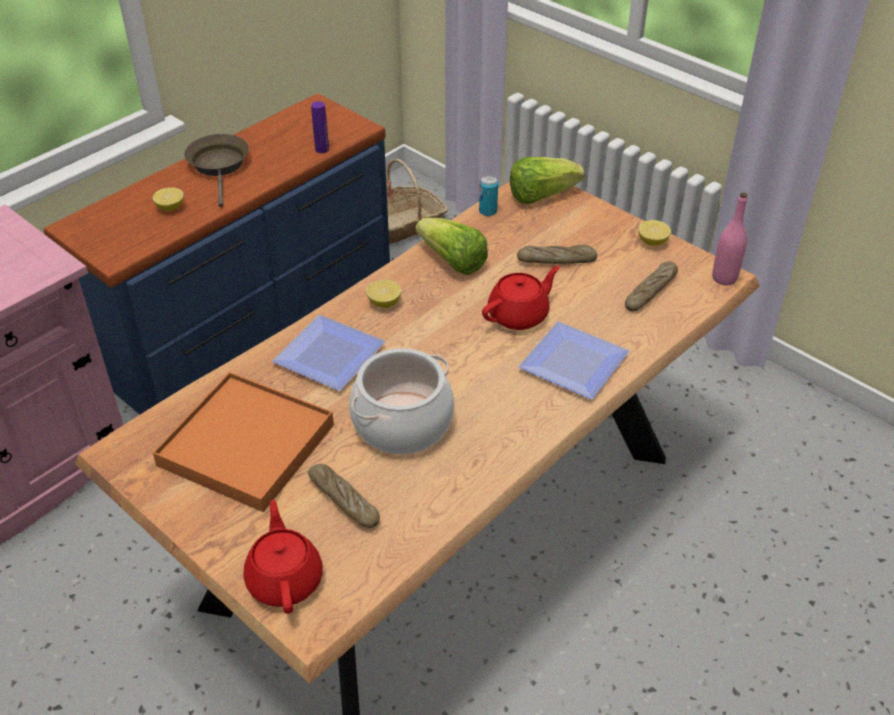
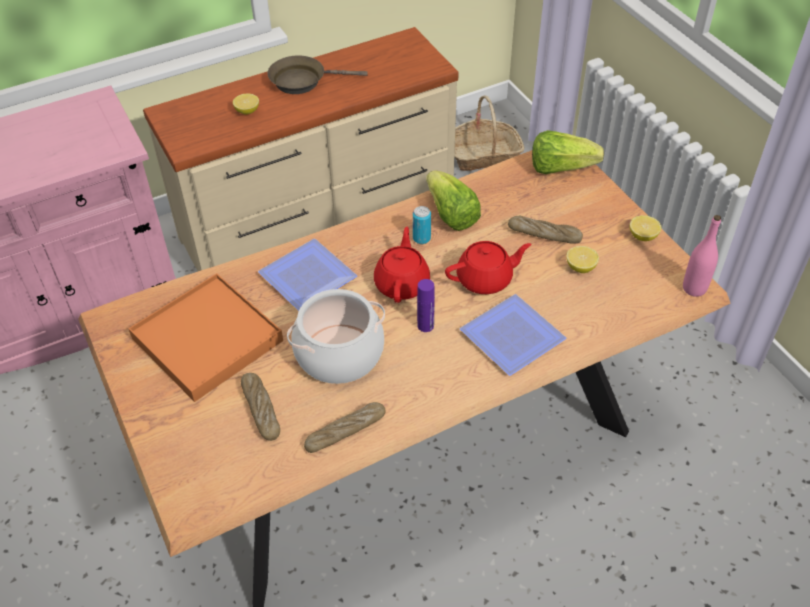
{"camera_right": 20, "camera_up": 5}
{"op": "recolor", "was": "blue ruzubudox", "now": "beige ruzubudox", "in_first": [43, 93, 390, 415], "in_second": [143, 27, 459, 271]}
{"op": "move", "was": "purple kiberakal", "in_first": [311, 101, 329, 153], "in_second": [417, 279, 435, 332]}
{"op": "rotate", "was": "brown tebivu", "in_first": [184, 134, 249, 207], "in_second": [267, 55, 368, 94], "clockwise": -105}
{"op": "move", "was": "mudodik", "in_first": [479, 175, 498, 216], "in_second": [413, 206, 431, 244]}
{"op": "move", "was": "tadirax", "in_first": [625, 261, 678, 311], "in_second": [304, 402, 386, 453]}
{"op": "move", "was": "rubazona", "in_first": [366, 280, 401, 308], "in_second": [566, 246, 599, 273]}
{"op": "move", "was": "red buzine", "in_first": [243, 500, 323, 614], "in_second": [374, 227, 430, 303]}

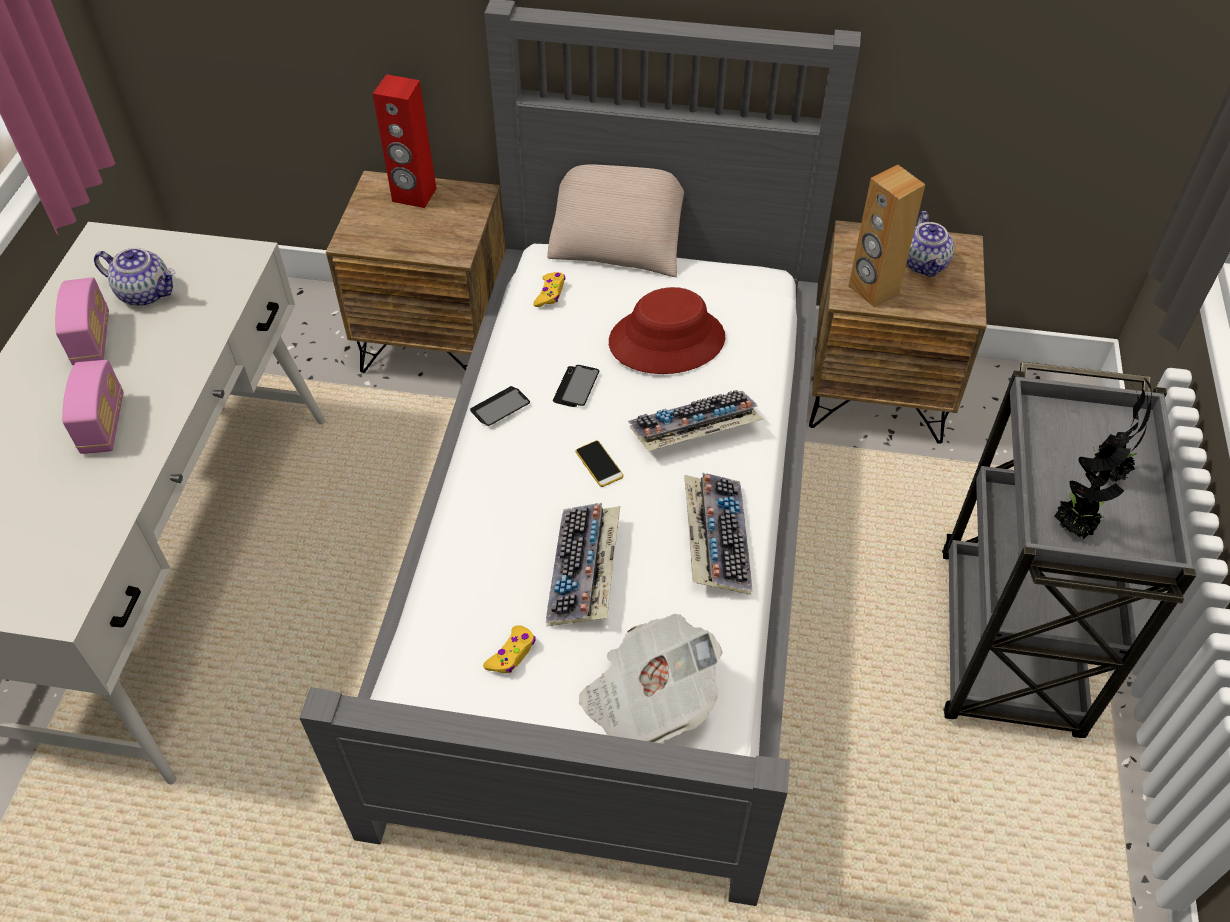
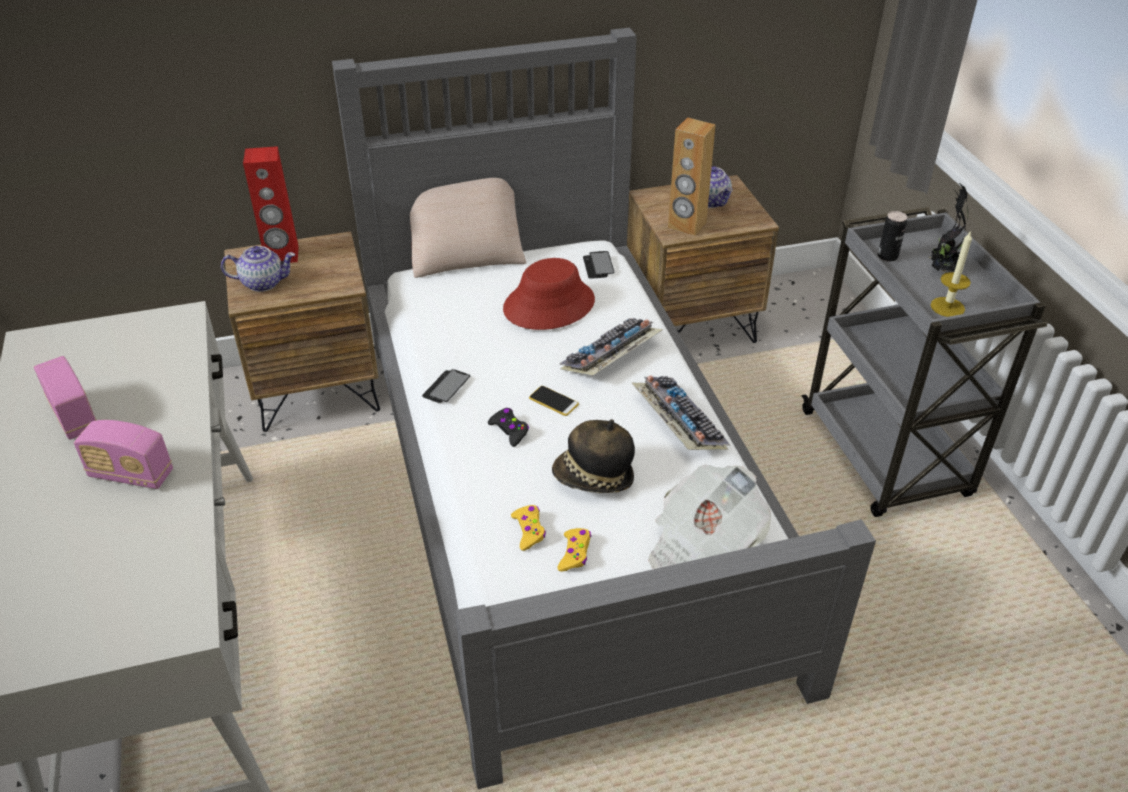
{"camera_right": -25, "camera_up": -10}
{"op": "move", "was": "buzine", "in_first": [94, 248, 175, 306], "in_second": [221, 246, 295, 292]}
{"op": "move", "was": "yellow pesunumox", "in_first": [533, 272, 565, 307], "in_second": [511, 505, 546, 551]}
{"op": "rotate", "was": "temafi", "in_first": [62, 360, 123, 454], "in_second": [74, 420, 173, 489], "clockwise": 135}
{"op": "move", "was": "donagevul", "in_first": [553, 365, 599, 407], "in_second": [583, 251, 615, 279]}
{"op": "replace", "was": "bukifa", "now": "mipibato", "in_first": [1054, 440, 1131, 539], "in_second": [931, 230, 972, 317]}
{"op": "replace", "was": "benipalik", "now": "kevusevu", "in_first": [546, 503, 620, 626], "in_second": [552, 419, 635, 493]}
{"op": "insert", "now": "mudodik", "in_second": [878, 211, 907, 262]}
{"op": "insert", "now": "black pesunumox", "in_second": [488, 408, 529, 447]}

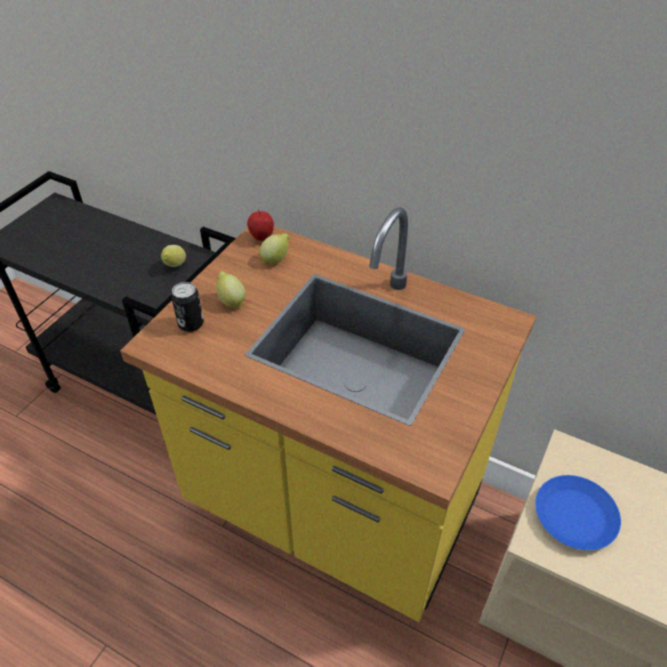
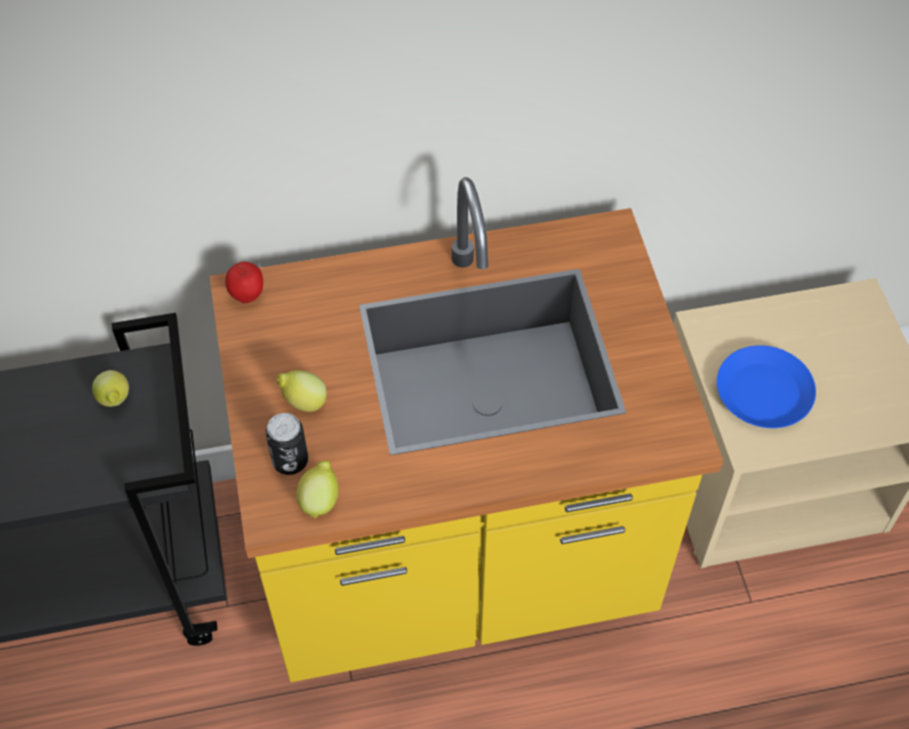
{"camera_right": -40, "camera_up": 10}
{"op": "move", "was": "rubazona", "in_first": [259, 233, 290, 264], "in_second": [296, 461, 338, 519]}

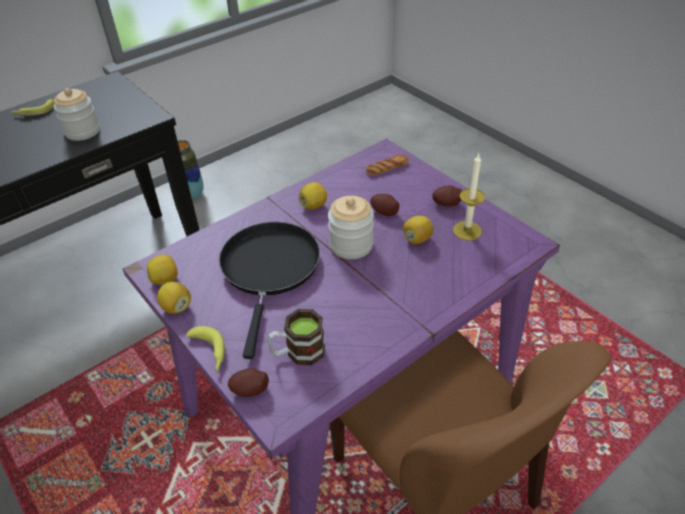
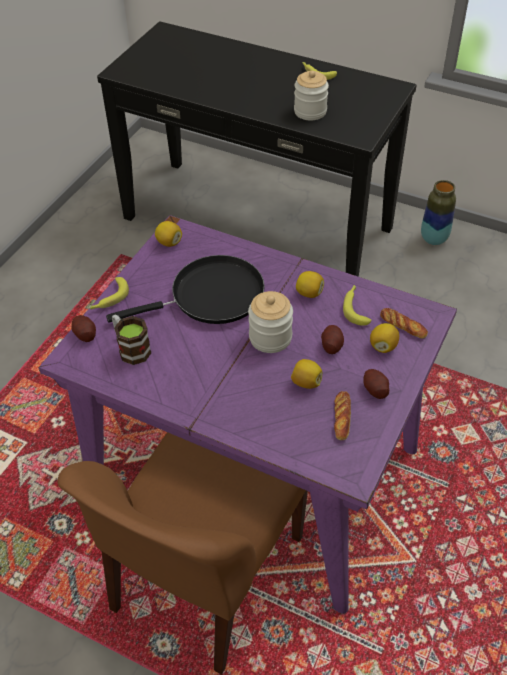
{"camera_right": 65, "camera_up": 5}
{"op": "replace", "was": "mipibato", "now": "tadirax", "in_first": [453, 154, 485, 240], "in_second": [334, 391, 351, 440]}
{"op": "move", "was": "rubazona", "in_first": [157, 281, 191, 314], "in_second": [370, 323, 399, 353]}
{"op": "insert", "now": "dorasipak", "in_second": [343, 285, 372, 326]}

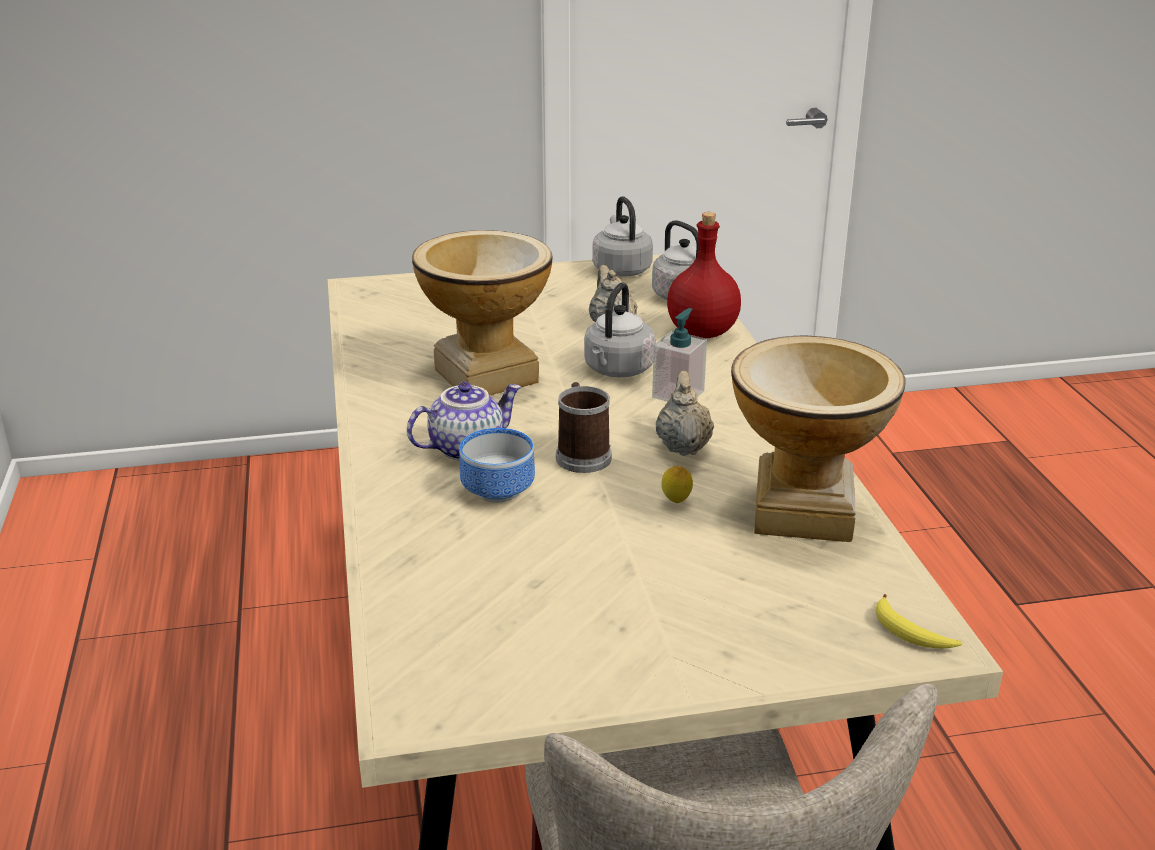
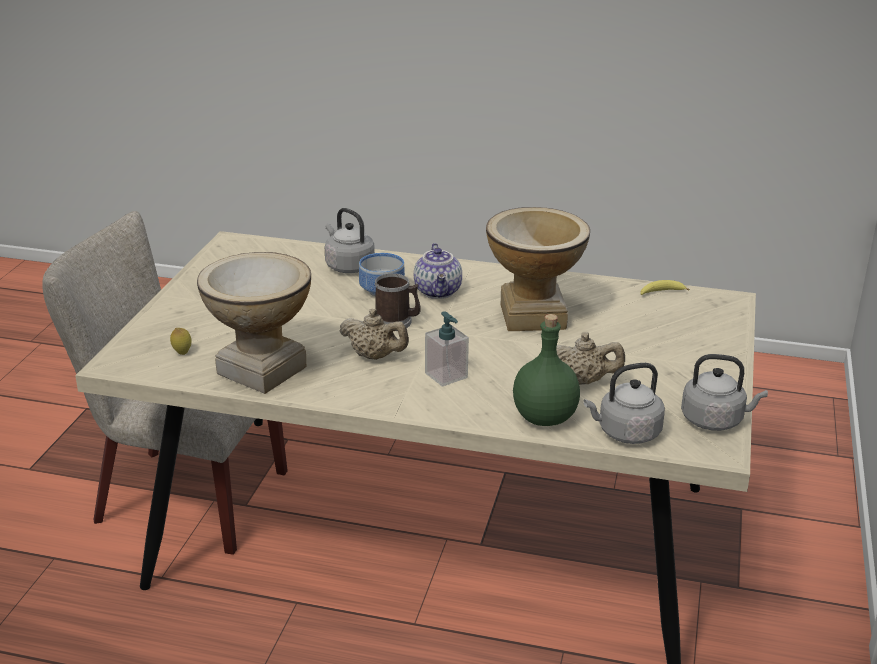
{"camera_right": 115, "camera_up": 0}
{"op": "recolor", "was": "red kiberakal", "now": "green kiberakal", "in_first": [667, 212, 741, 339], "in_second": [513, 314, 580, 426]}
{"op": "move", "was": "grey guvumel", "in_first": [584, 282, 656, 377], "in_second": [325, 208, 375, 273]}
{"op": "move", "was": "rubazona", "in_first": [661, 466, 693, 503], "in_second": [170, 328, 192, 355]}
{"op": "move", "was": "dorasipak", "in_first": [876, 594, 962, 648], "in_second": [640, 280, 689, 295]}

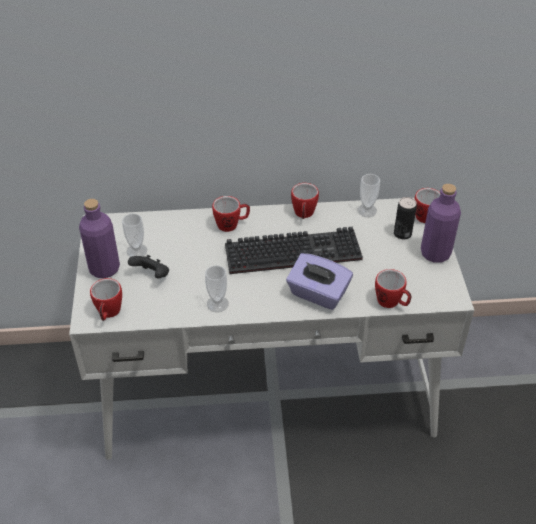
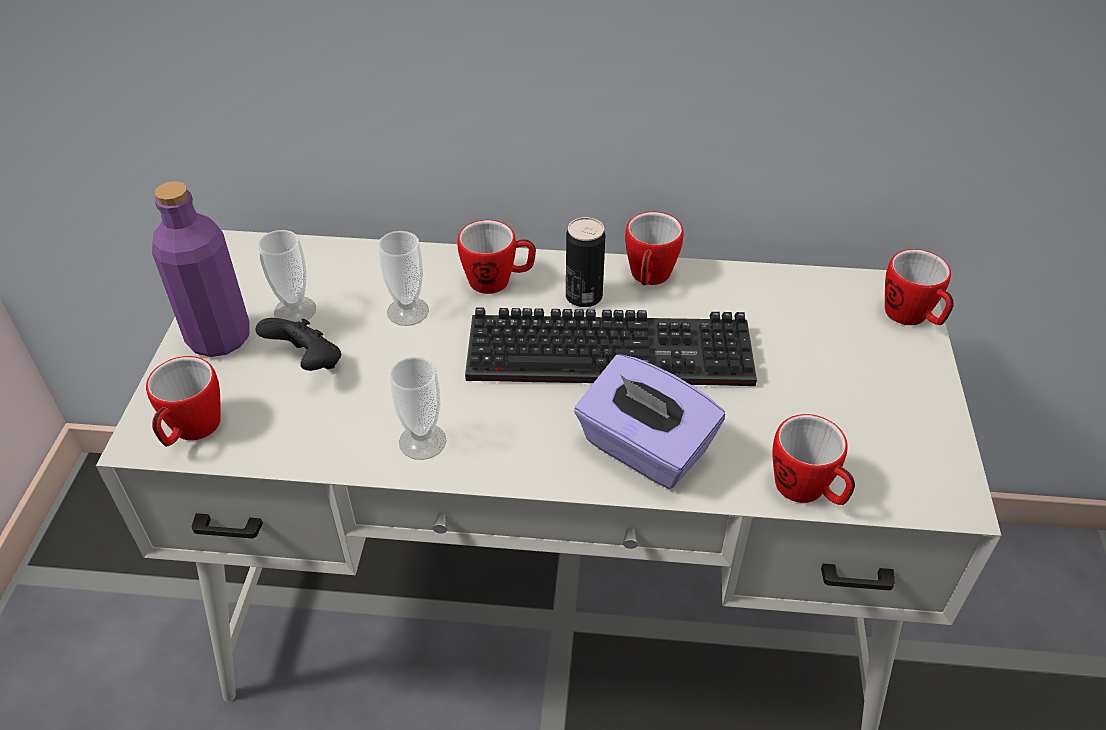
{"camera_right": 10, "camera_up": 0}
{"op": "move", "was": "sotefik", "in_first": [357, 174, 380, 217], "in_second": [378, 231, 429, 326]}
{"op": "delete", "was": "purple kiberakal", "in_first": [421, 184, 461, 263]}
{"op": "move", "was": "mudodik", "in_first": [394, 197, 417, 239], "in_second": [566, 217, 605, 307]}

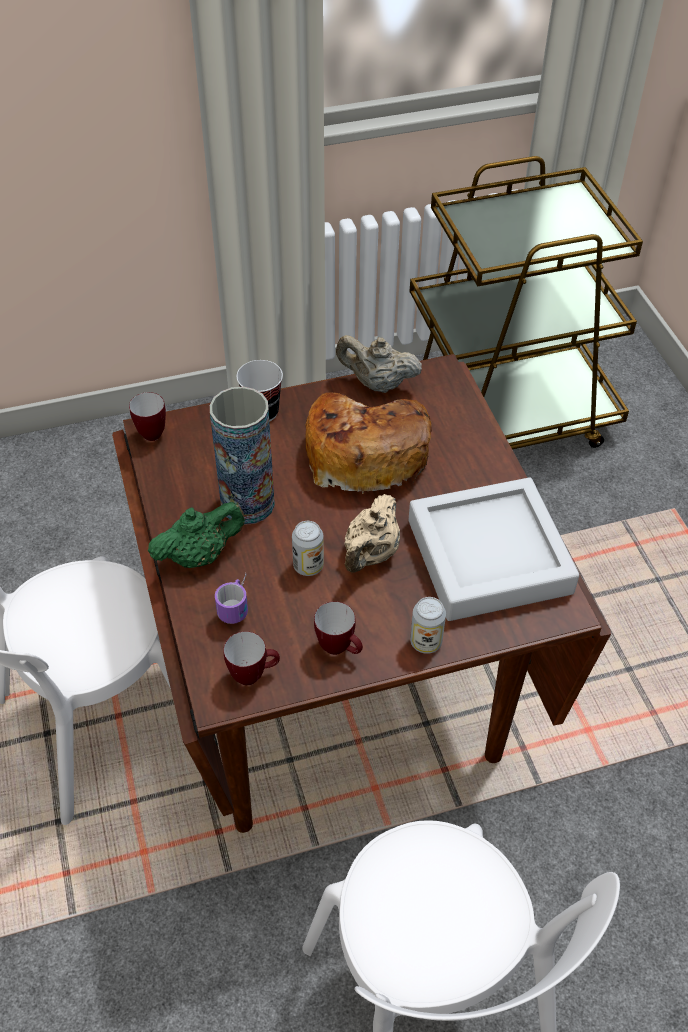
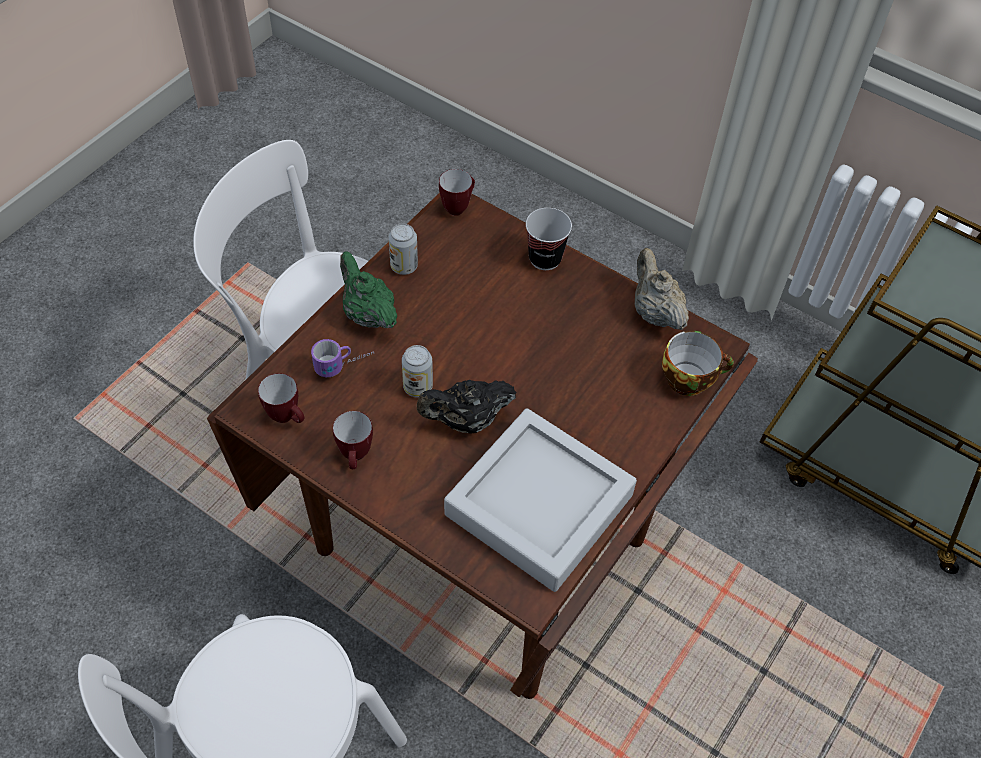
{"camera_right": 50, "camera_up": 5}
{"op": "delete", "was": "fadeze", "in_first": [210, 387, 275, 525]}
{"op": "delete", "was": "tadirax", "in_first": [305, 392, 432, 494]}
{"op": "recolor", "was": "beige buzine", "now": "black buzine", "in_first": [344, 494, 400, 573], "in_second": [417, 380, 516, 434]}
{"op": "rotate", "was": "green buzine", "in_first": [148, 502, 245, 568], "in_second": [340, 251, 397, 328], "clockwise": -150}
{"op": "move", "was": "mudodik", "in_first": [410, 597, 446, 654], "in_second": [389, 224, 418, 275]}
{"op": "insert", "now": "sotefik", "in_second": [662, 331, 734, 396]}

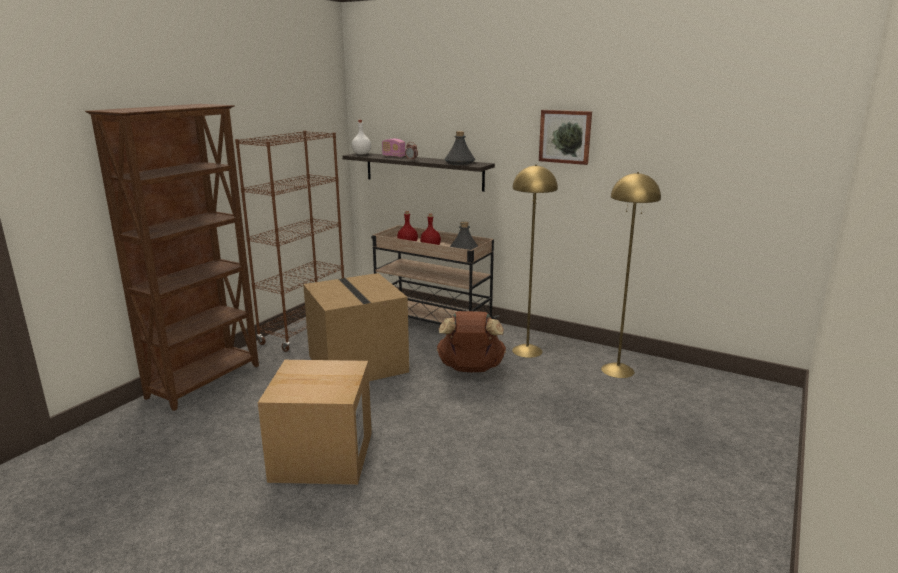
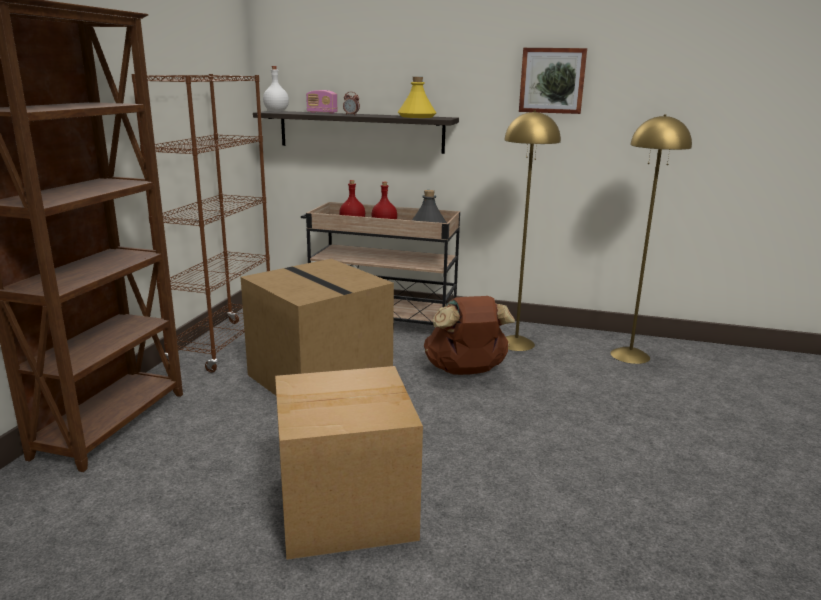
{"camera_right": -15, "camera_up": 0}
{"op": "recolor", "was": "grey kiberakal", "now": "yellow kiberakal", "in_first": [445, 131, 476, 165], "in_second": [398, 77, 436, 118]}

